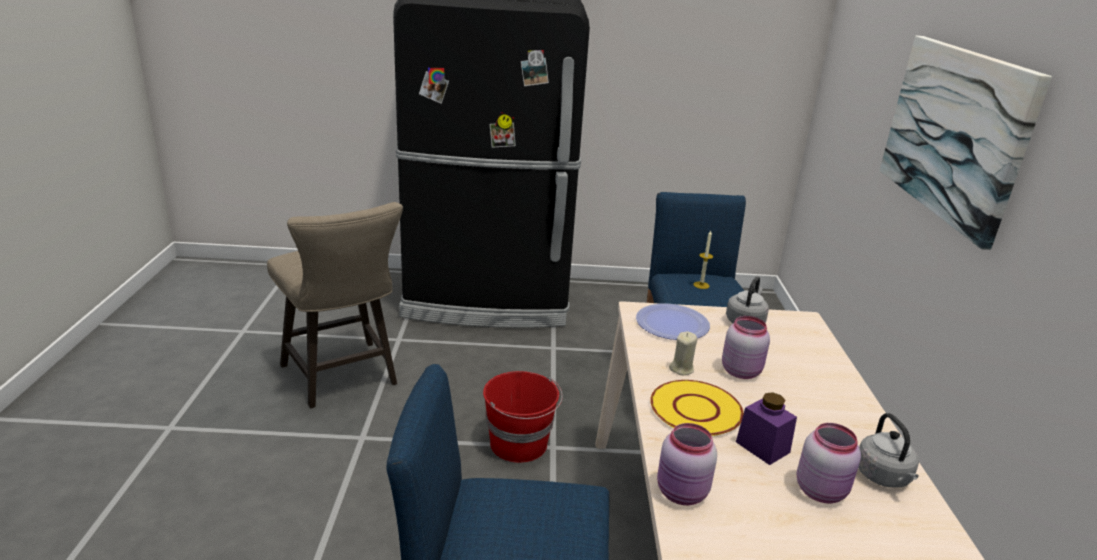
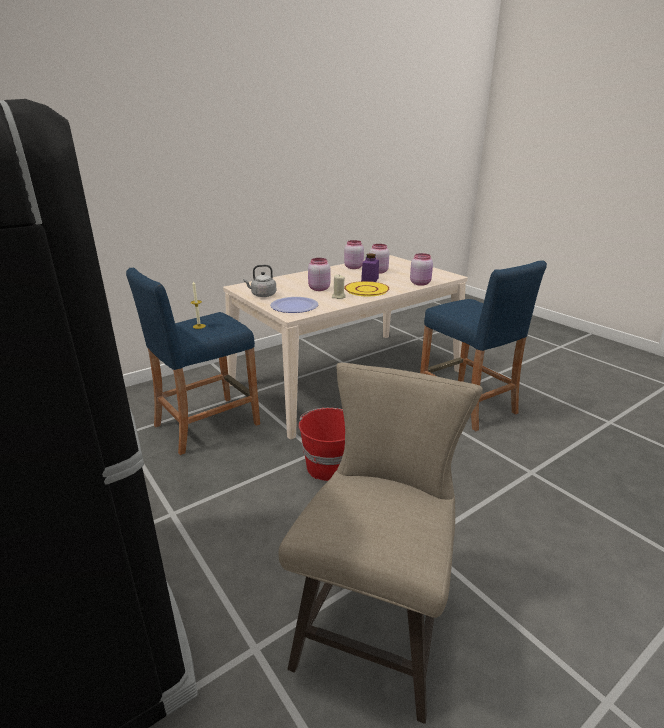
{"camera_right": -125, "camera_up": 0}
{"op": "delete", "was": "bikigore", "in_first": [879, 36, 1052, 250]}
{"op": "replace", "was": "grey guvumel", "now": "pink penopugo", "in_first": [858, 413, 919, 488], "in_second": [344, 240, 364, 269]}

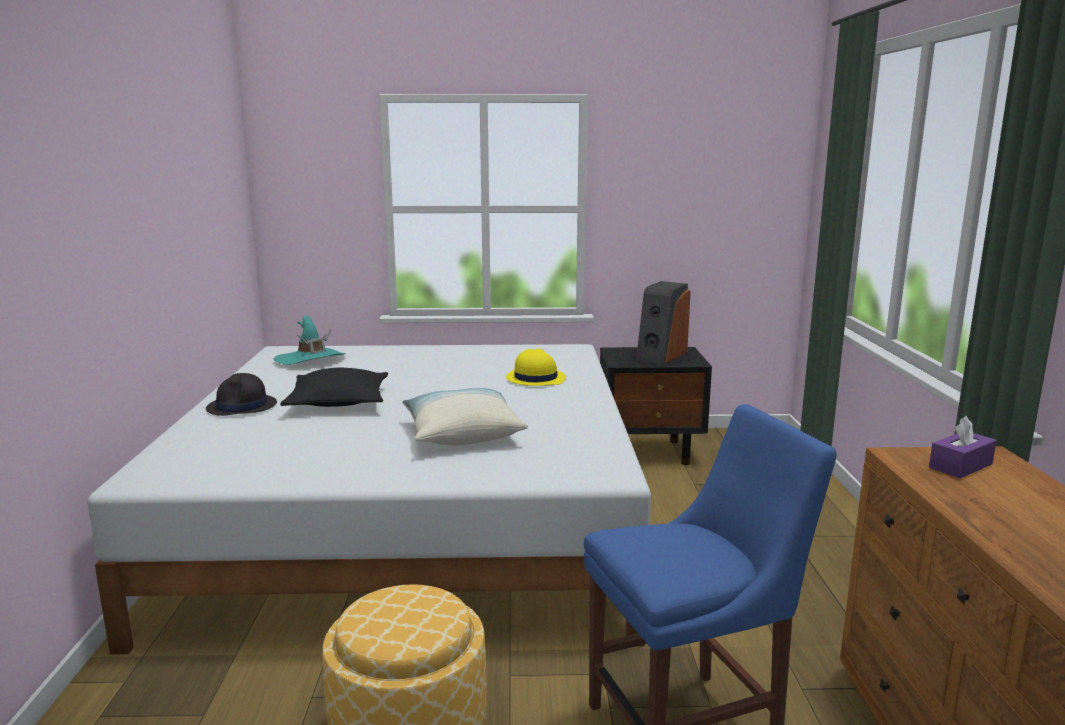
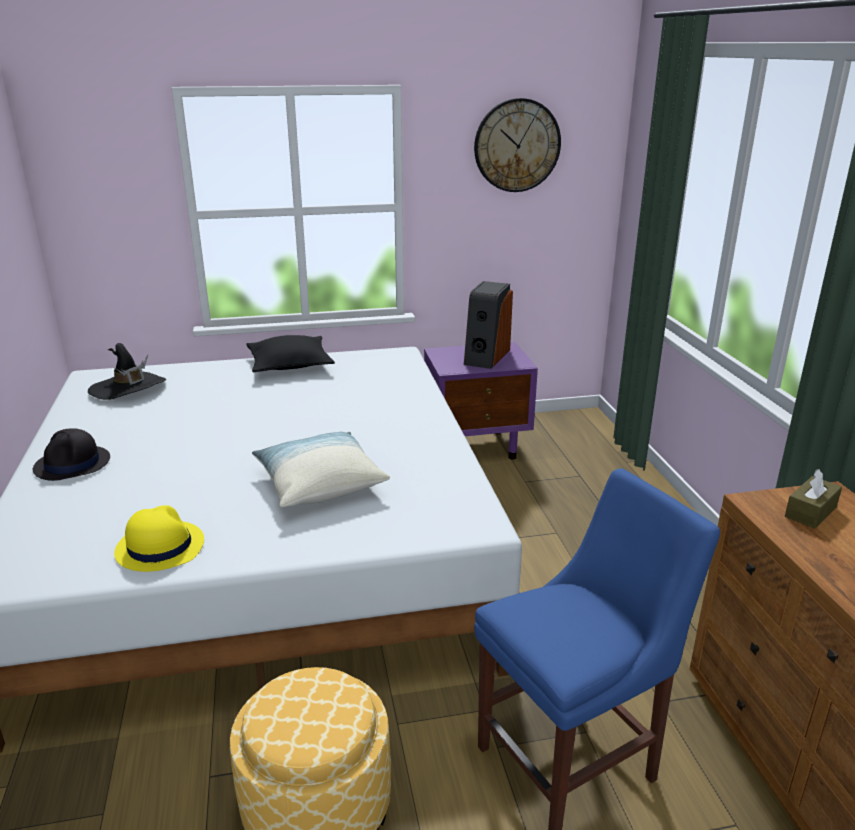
{"camera_right": -10, "camera_up": 10}
{"op": "recolor", "was": "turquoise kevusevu", "now": "black kevusevu", "in_first": [273, 315, 346, 365], "in_second": [88, 343, 166, 400]}
{"op": "recolor", "was": "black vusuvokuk", "now": "purple vusuvokuk", "in_first": [600, 347, 712, 465], "in_second": [424, 342, 538, 460]}
{"op": "move", "was": "yellow kevusevu", "in_first": [506, 348, 566, 386], "in_second": [114, 505, 204, 572]}
{"op": "move", "was": "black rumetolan", "in_first": [280, 368, 388, 407], "in_second": [246, 335, 335, 372]}
{"op": "recolor", "was": "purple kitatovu", "now": "brown kitatovu", "in_first": [929, 416, 997, 478], "in_second": [785, 469, 842, 529]}
{"op": "insert", "now": "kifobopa", "in_second": [474, 98, 561, 192]}

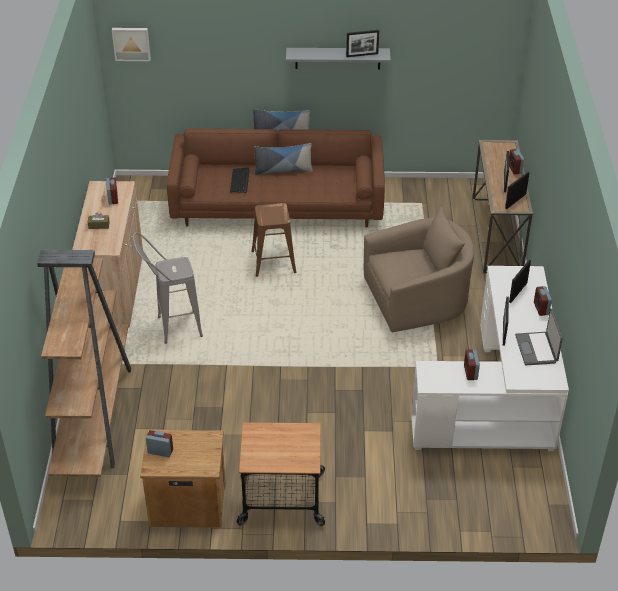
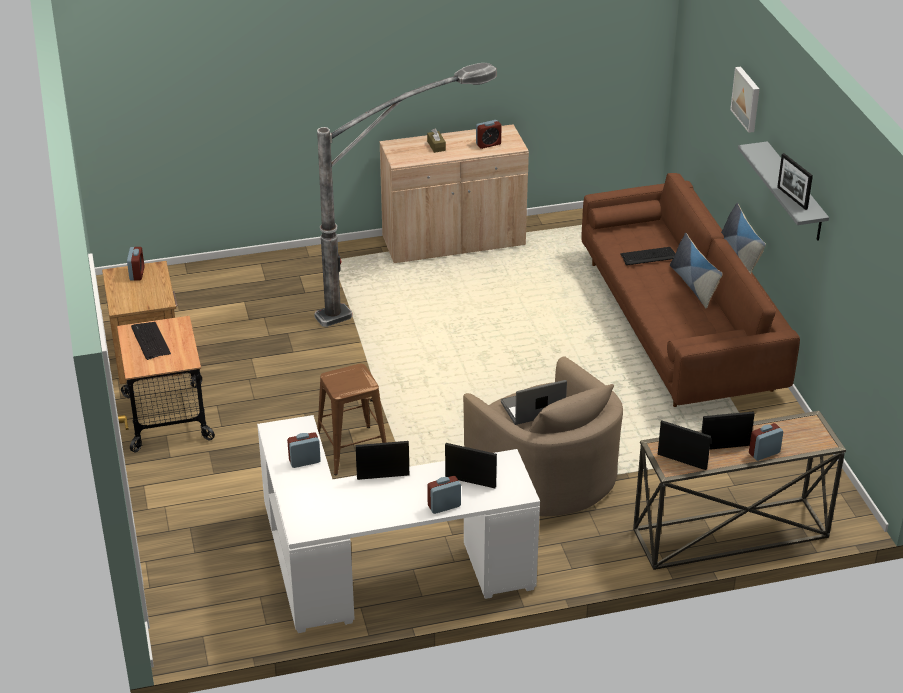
{"camera_right": 75, "camera_up": -5}
{"op": "move", "was": "bikigore", "in_first": [112, 28, 151, 61], "in_second": [730, 67, 760, 133]}
{"op": "move", "was": "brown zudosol", "in_first": [251, 203, 296, 277], "in_second": [317, 364, 387, 475]}
{"op": "replace", "was": "grey zudosol", "now": "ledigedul", "in_first": [133, 232, 203, 344], "in_second": [314, 63, 497, 327]}
{"op": "delete", "was": "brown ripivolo", "in_first": [37, 250, 131, 477]}
{"op": "move", "was": "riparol", "in_first": [515, 309, 563, 365], "in_second": [501, 380, 567, 425]}
{"op": "insert", "now": "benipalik", "in_second": [131, 322, 171, 360]}

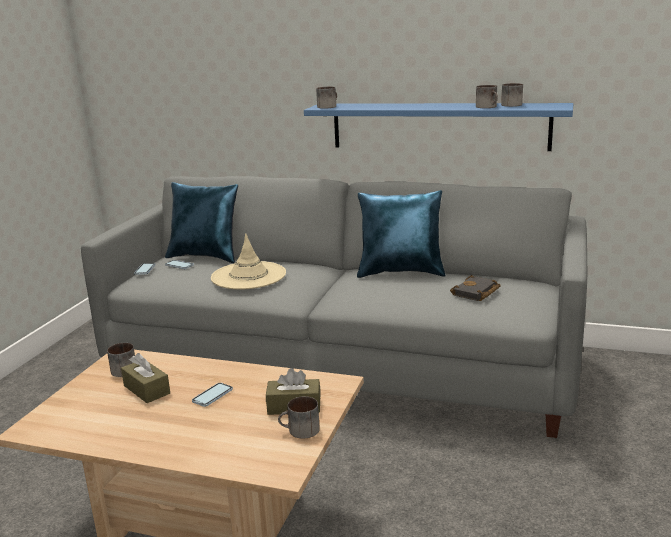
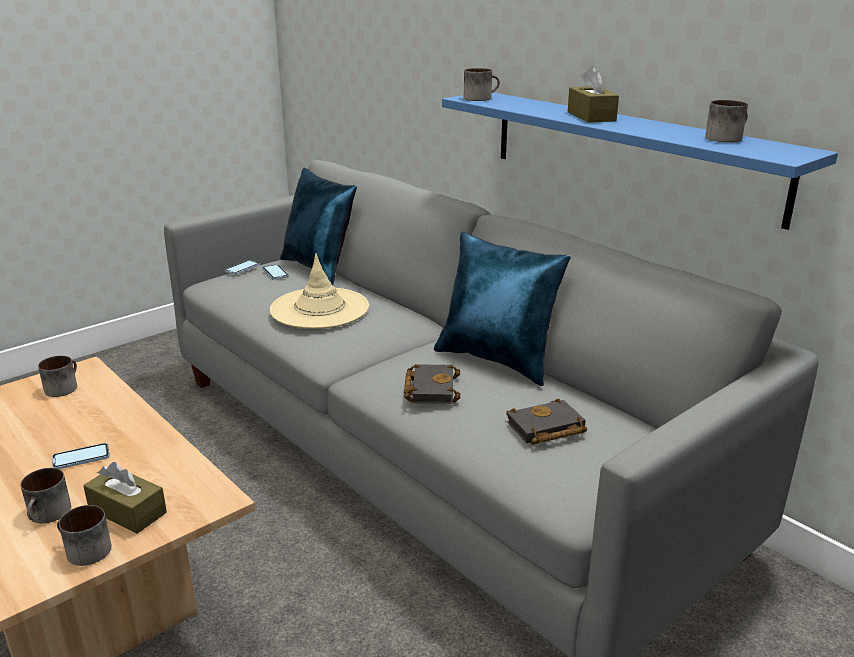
{"camera_right": 30, "camera_up": 5}
{"op": "move", "was": "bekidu", "in_first": [476, 85, 498, 108], "in_second": [21, 468, 71, 523]}
{"op": "move", "was": "brown kitatovu", "in_first": [121, 353, 170, 403], "in_second": [568, 66, 619, 122]}
{"op": "insert", "now": "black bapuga", "in_second": [404, 364, 460, 404]}

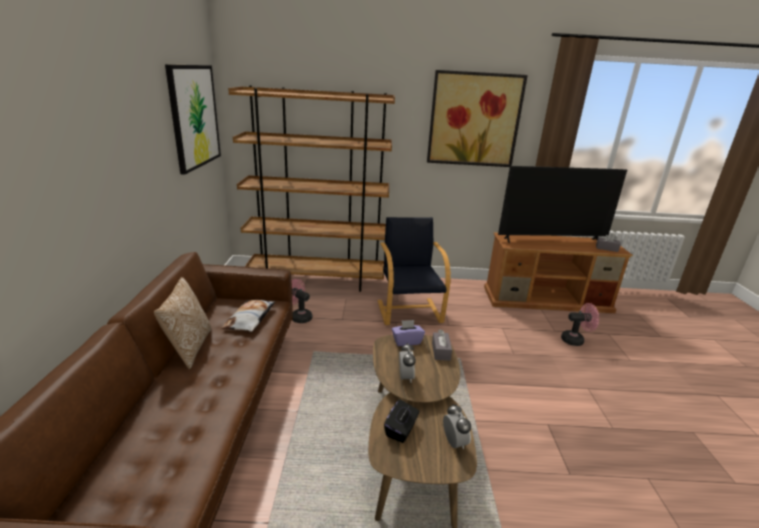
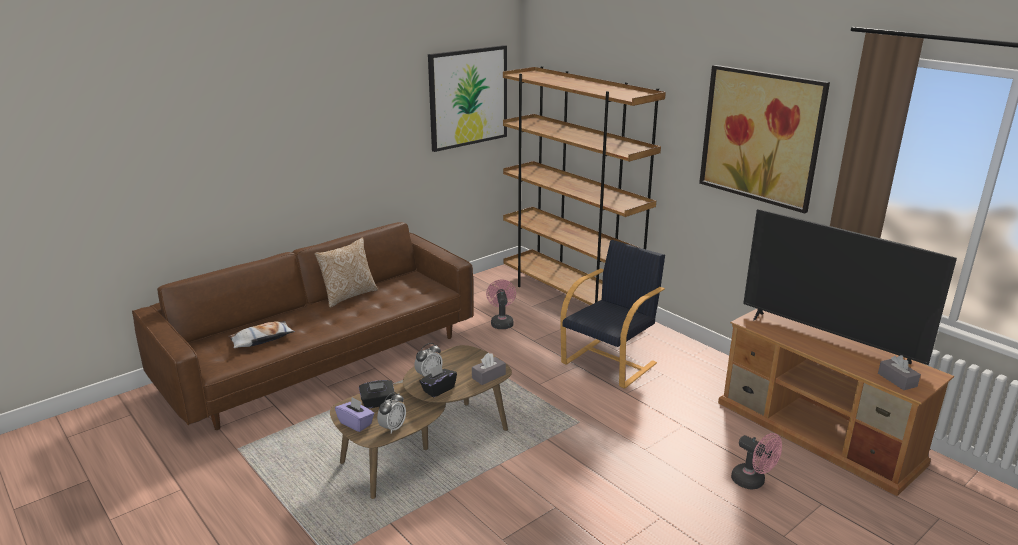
{"camera_right": 50, "camera_up": 0}
{"op": "move", "was": "rumetolan", "in_first": [221, 300, 275, 332], "in_second": [228, 321, 295, 348]}
{"op": "move", "was": "purple kitatovu", "in_first": [392, 320, 425, 346], "in_second": [335, 397, 374, 432]}
{"op": "insert", "now": "black kitatovu", "in_second": [419, 364, 457, 398]}

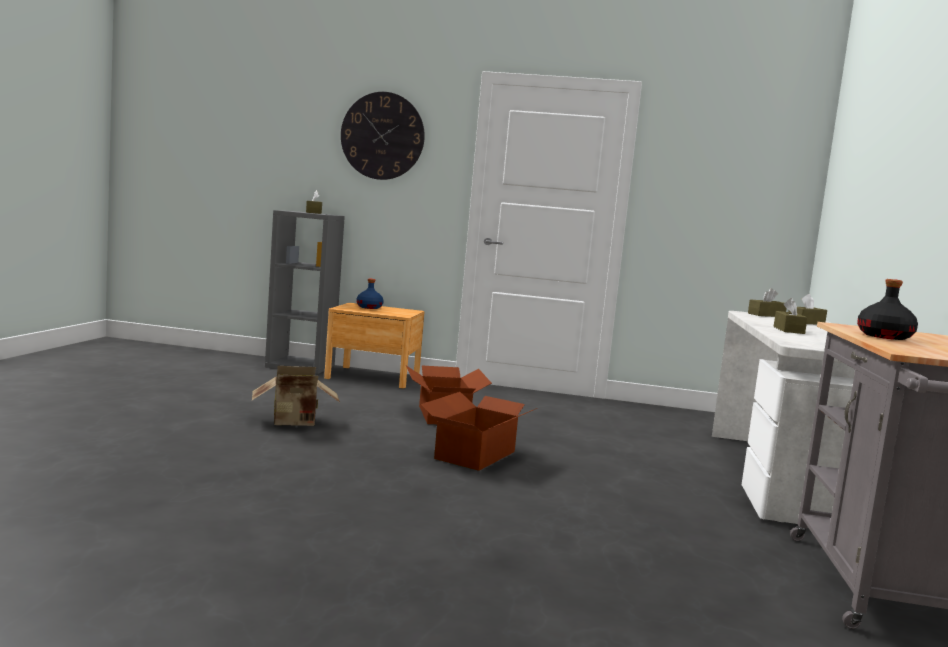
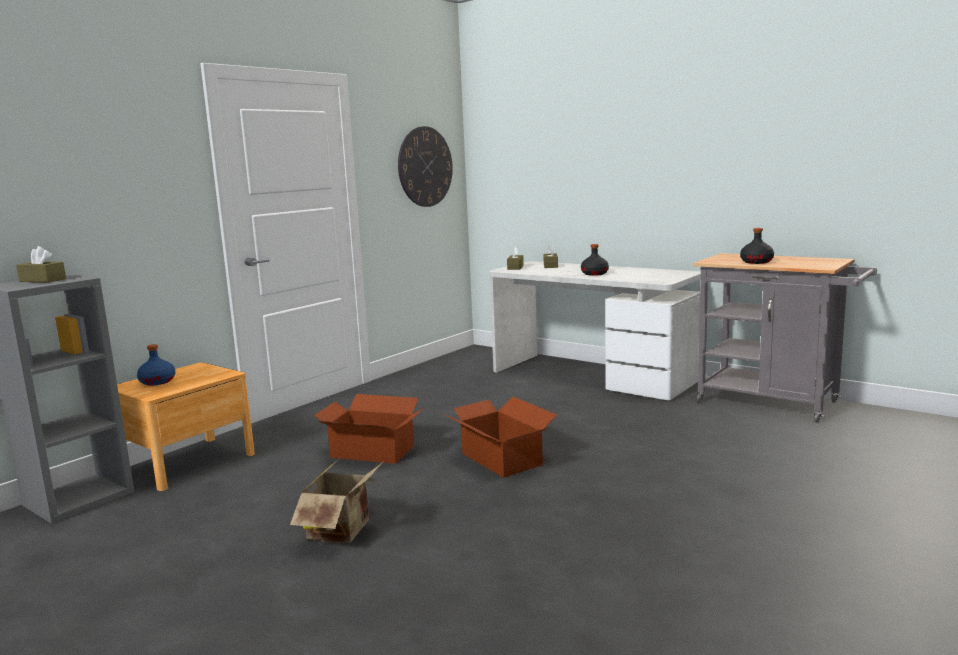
{"camera_right": -60, "camera_up": 5}
{"op": "move", "was": "kifobopa", "in_first": [341, 92, 425, 180], "in_second": [398, 126, 453, 207]}
{"op": "replace", "was": "brown kitatovu", "now": "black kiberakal", "in_first": [774, 298, 807, 334], "in_second": [581, 244, 609, 276]}

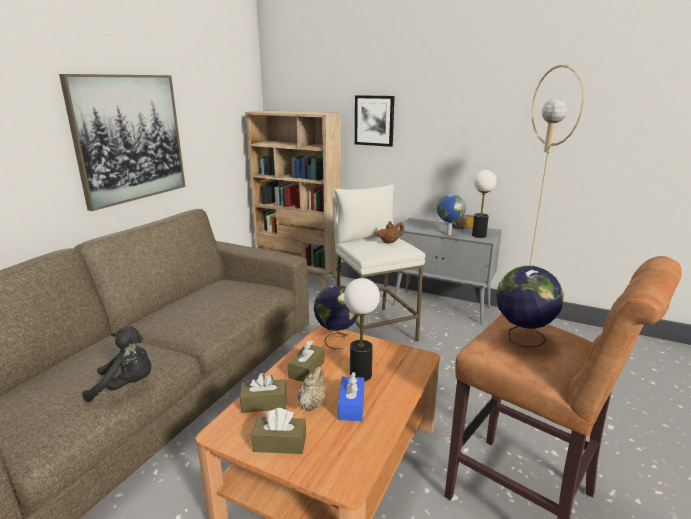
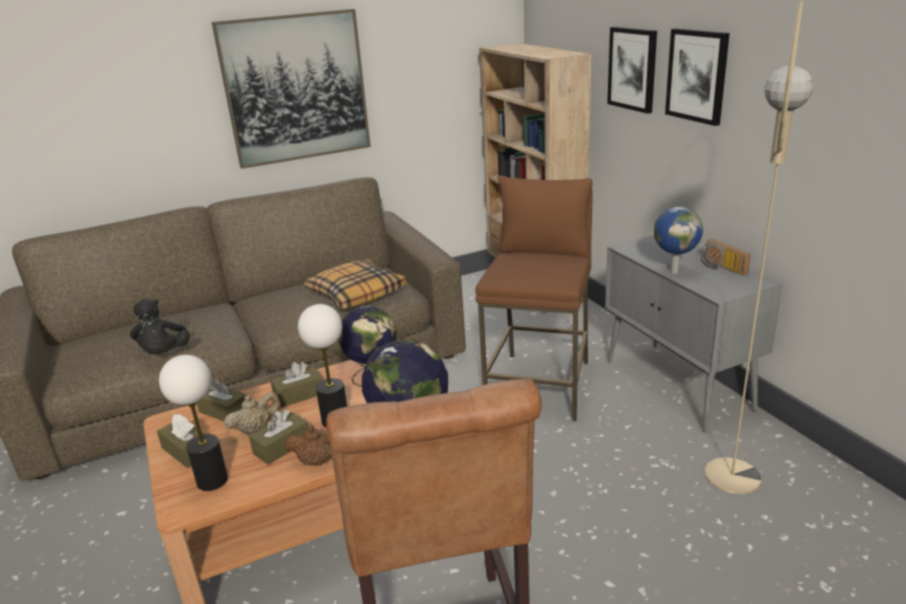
{"camera_right": 40, "camera_up": 5}
{"op": "move", "was": "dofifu", "in_first": [472, 170, 497, 238], "in_second": [159, 355, 228, 491]}
{"op": "recolor", "was": "white zudosol", "now": "brown zudosol", "in_first": [332, 184, 426, 341], "in_second": [475, 176, 593, 421]}
{"op": "move", "was": "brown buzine", "in_first": [377, 221, 404, 244], "in_second": [284, 425, 332, 466]}
{"op": "rotate", "was": "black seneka", "in_first": [82, 326, 151, 402], "in_second": [130, 299, 190, 354], "clockwise": 45}
{"op": "recolor", "was": "blue kitatovu", "now": "brown kitatovu", "in_first": [338, 372, 364, 421], "in_second": [249, 409, 308, 465]}
{"op": "insert", "now": "bikigore", "in_second": [665, 29, 730, 126]}
{"op": "insert", "now": "rumetolan", "in_second": [304, 259, 406, 309]}

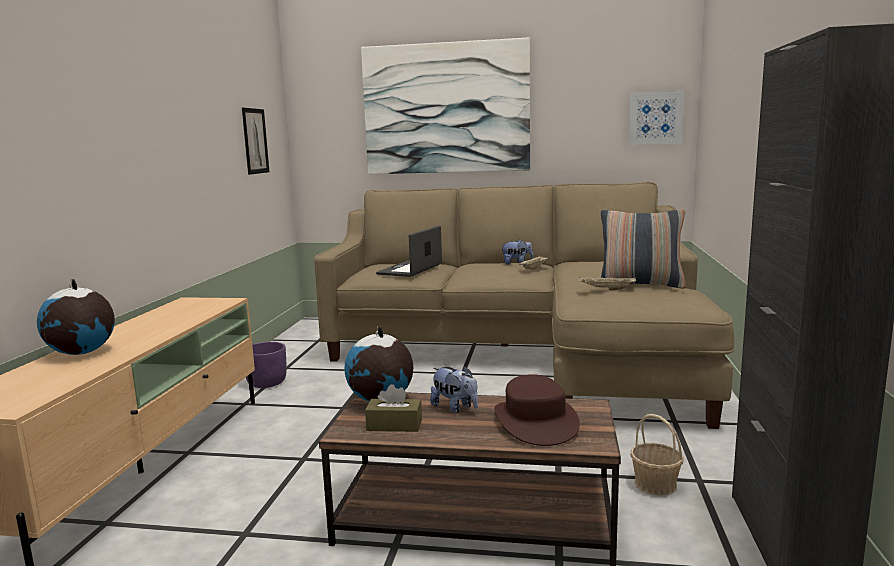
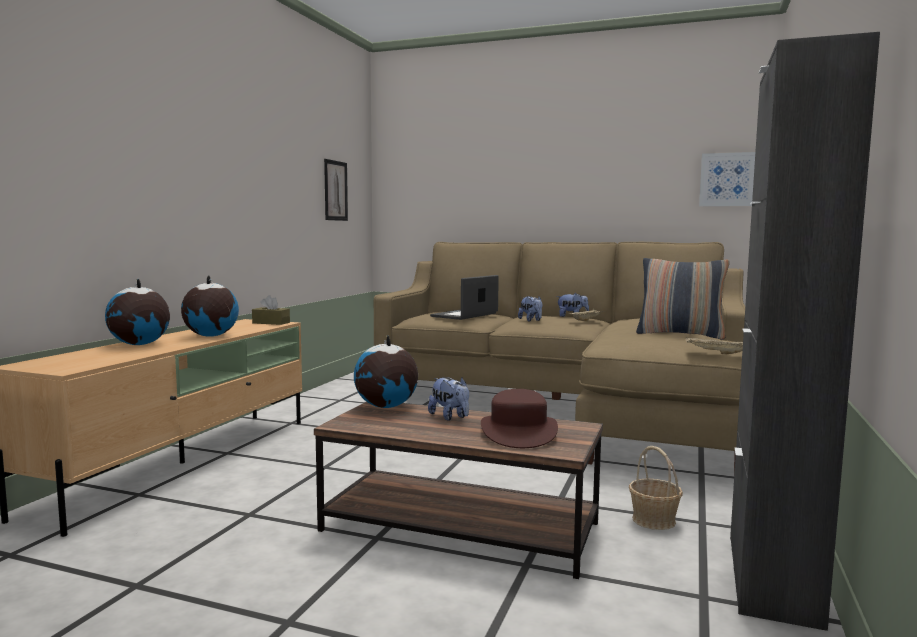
{"camera_right": 10, "camera_up": -5}
{"op": "delete", "was": "bikigore", "in_first": [361, 37, 530, 174]}
{"op": "move", "was": "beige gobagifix", "in_first": [578, 277, 636, 290], "in_second": [686, 337, 743, 354]}
{"op": "delete", "was": "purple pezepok", "in_first": [246, 342, 287, 388]}
{"op": "move", "was": "brown kitatovu", "in_first": [365, 384, 422, 432], "in_second": [252, 295, 290, 325]}
{"op": "insert", "now": "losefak", "in_second": [181, 275, 239, 337]}
{"op": "insert", "now": "seneka", "in_second": [518, 296, 542, 321]}

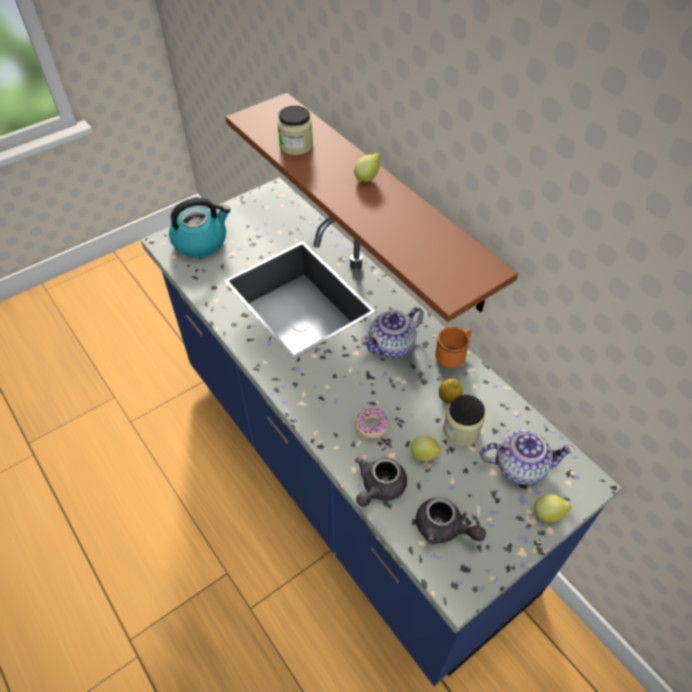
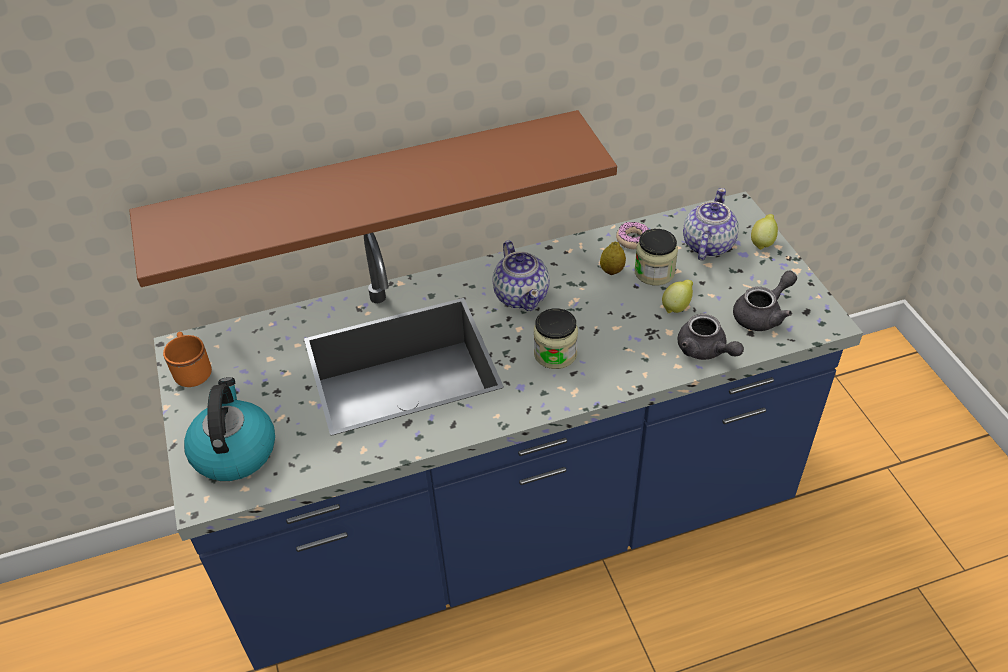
{"camera_right": -70, "camera_up": -5}
{"op": "move", "was": "penopugo", "in_first": [277, 106, 313, 155], "in_second": [534, 308, 578, 369]}
{"op": "delete", "was": "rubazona", "in_first": [354, 153, 381, 182]}
{"op": "move", "was": "orange bekidu", "in_first": [435, 327, 471, 368], "in_second": [163, 332, 212, 387]}
{"op": "move", "was": "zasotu", "in_first": [355, 408, 389, 439], "in_second": [616, 222, 649, 249]}

